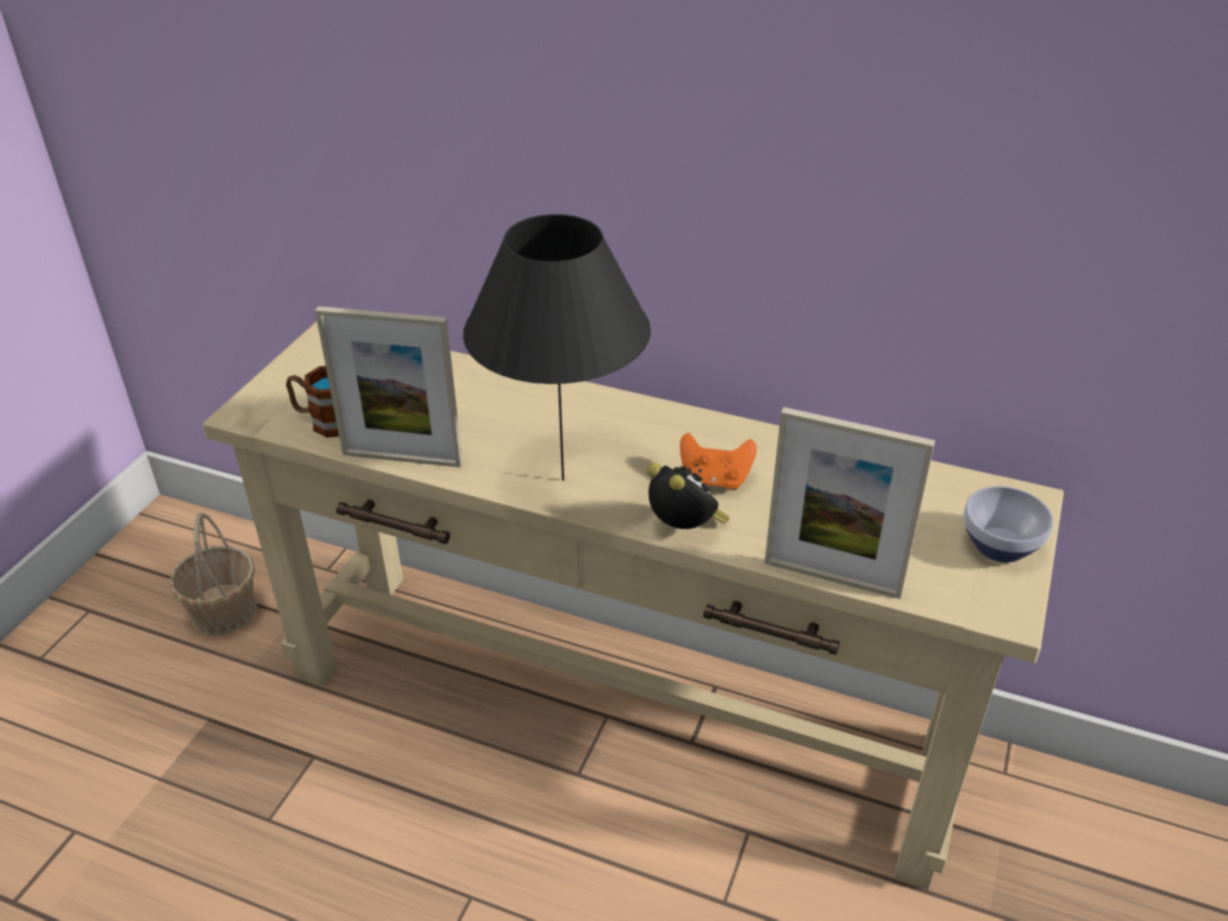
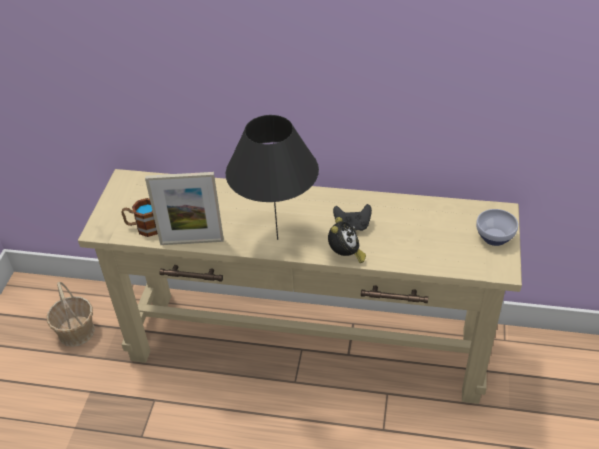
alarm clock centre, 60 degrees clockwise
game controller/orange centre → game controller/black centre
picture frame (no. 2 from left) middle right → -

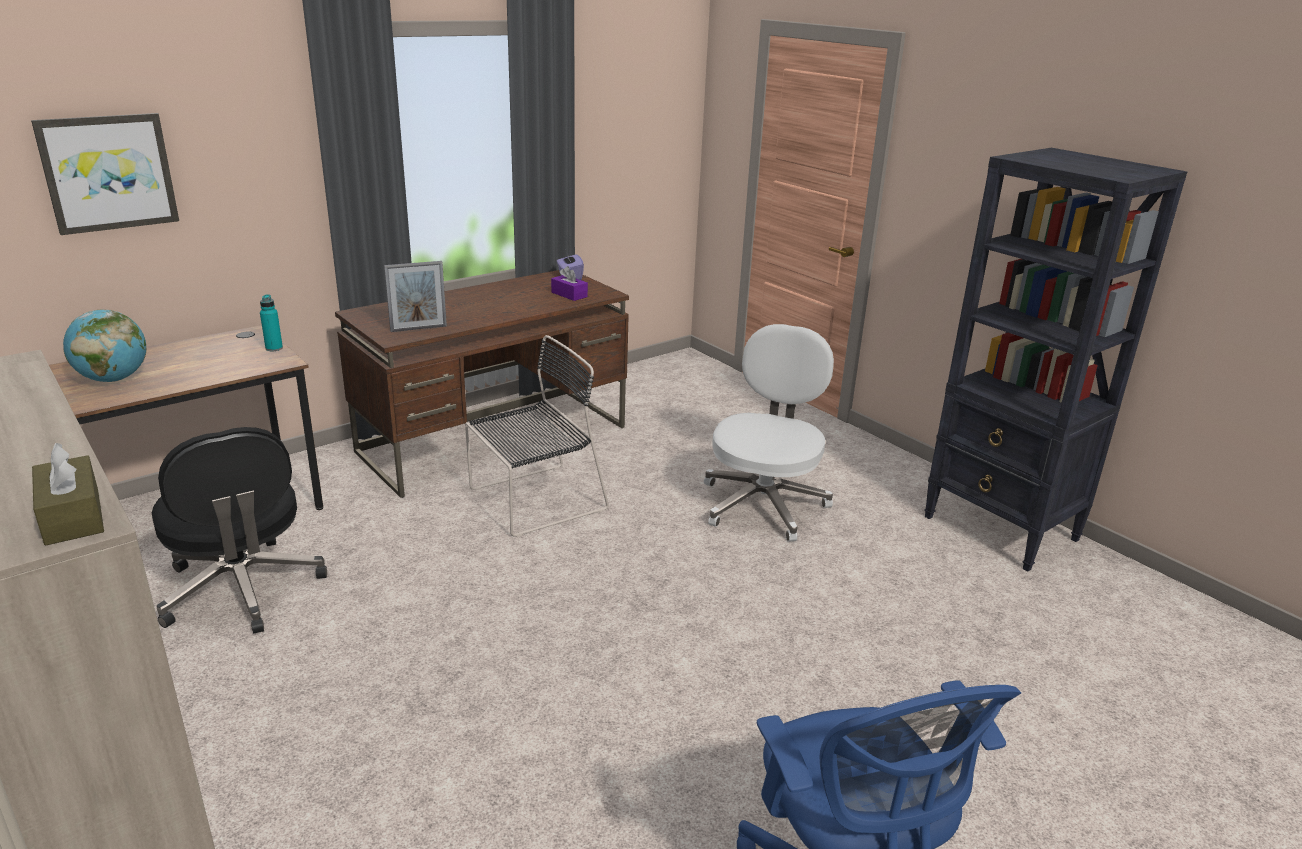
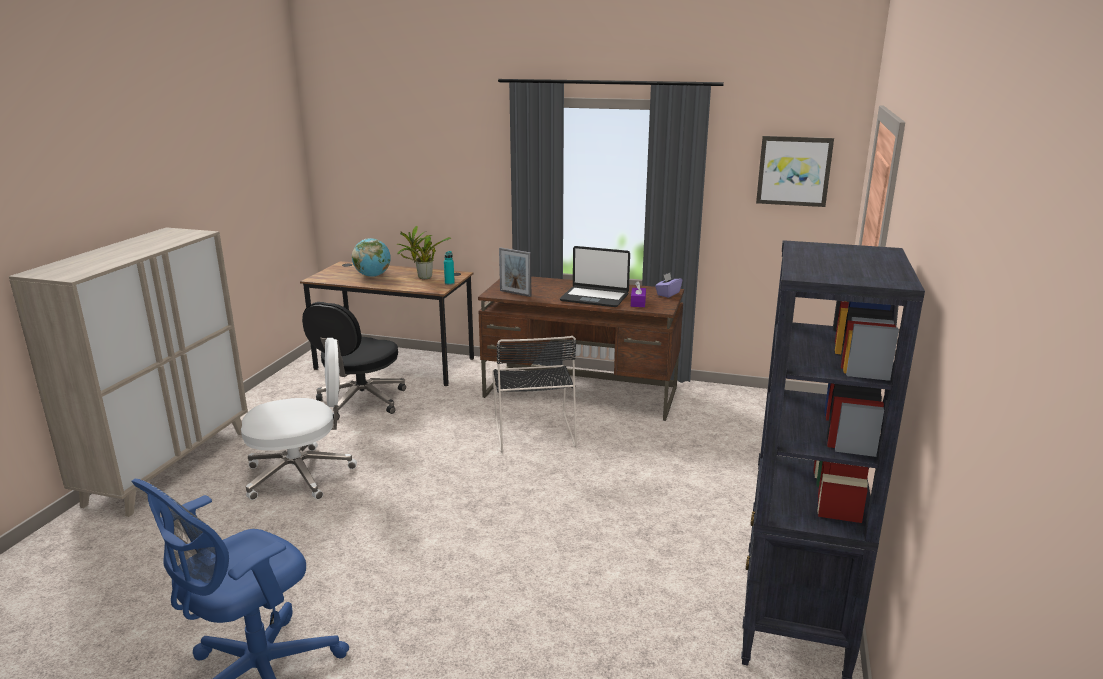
office chair/white centre → office chair/white middle left, relocated
- → potted plant centre
chair/black centre, 60 degrees clockwise
- → laptop centre
picture top left → picture top right, relocated
tissue box/brown middle left → -

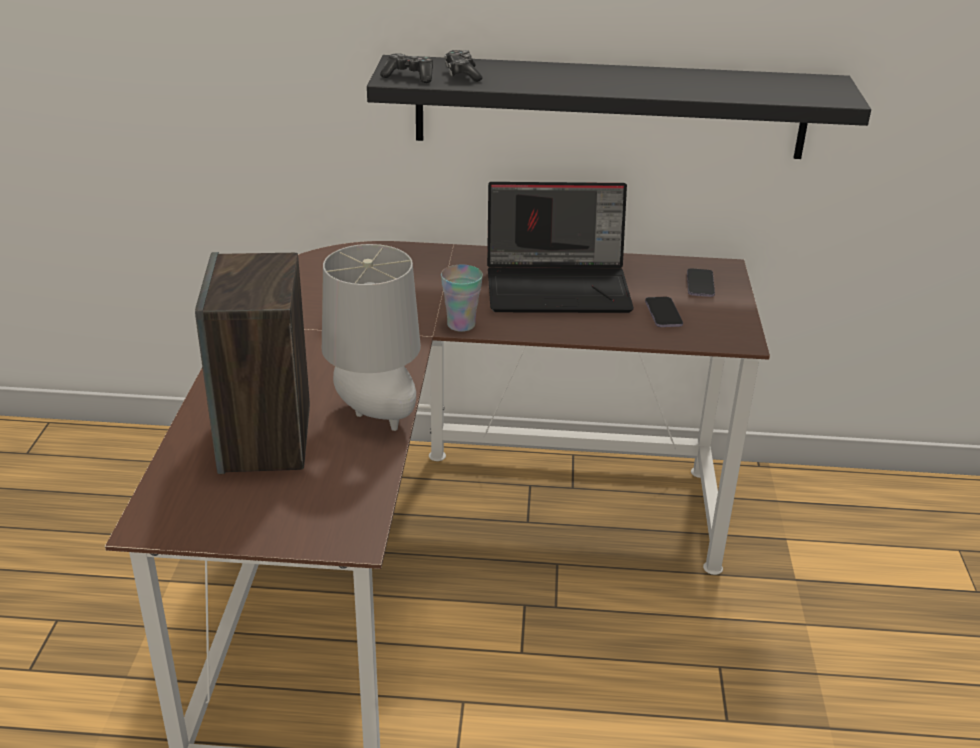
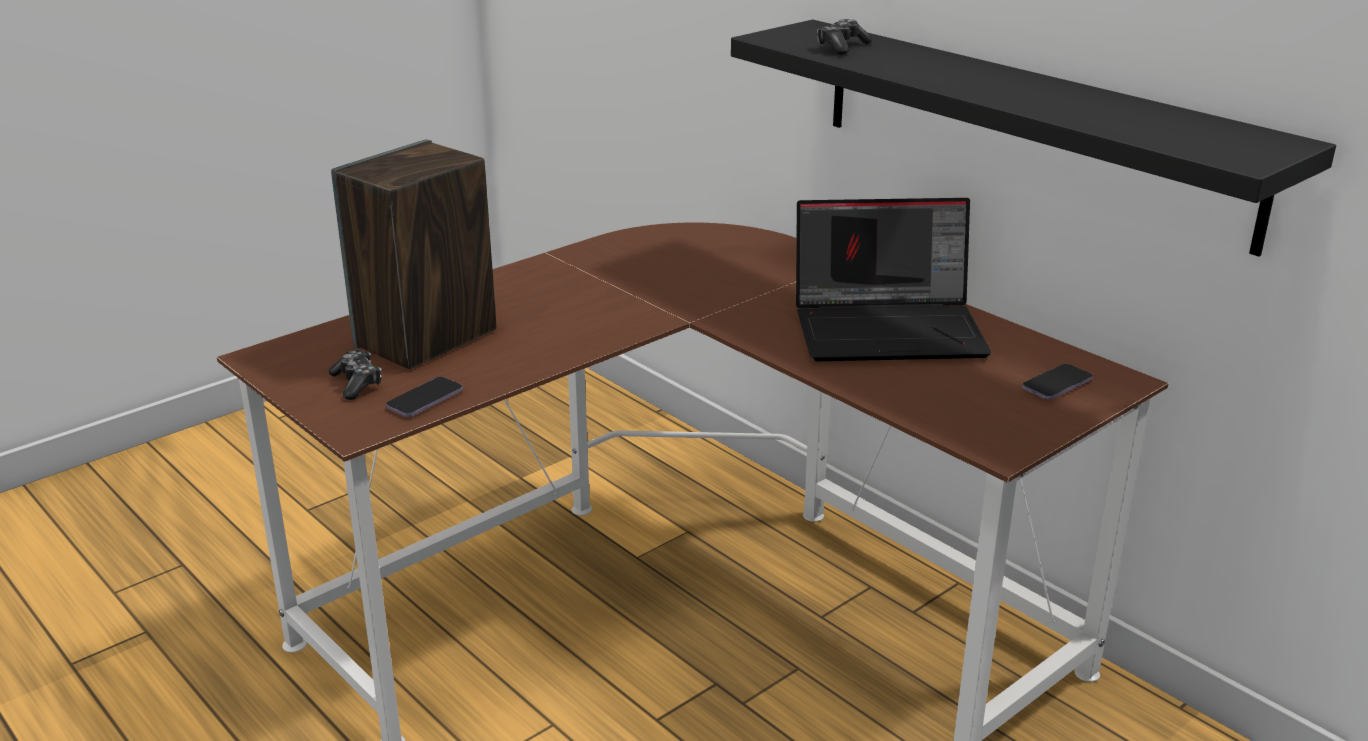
game controller (no. 1 from left) top centre → game controller (no. 1 from left) middle left, relocated
phone (no. 1 from left) middle right → phone (no. 1 from left) middle left, relocated
laptop top centre → laptop centre, 45 degrees counterclockwise
table lamp/grey centre → -
cup centre → -

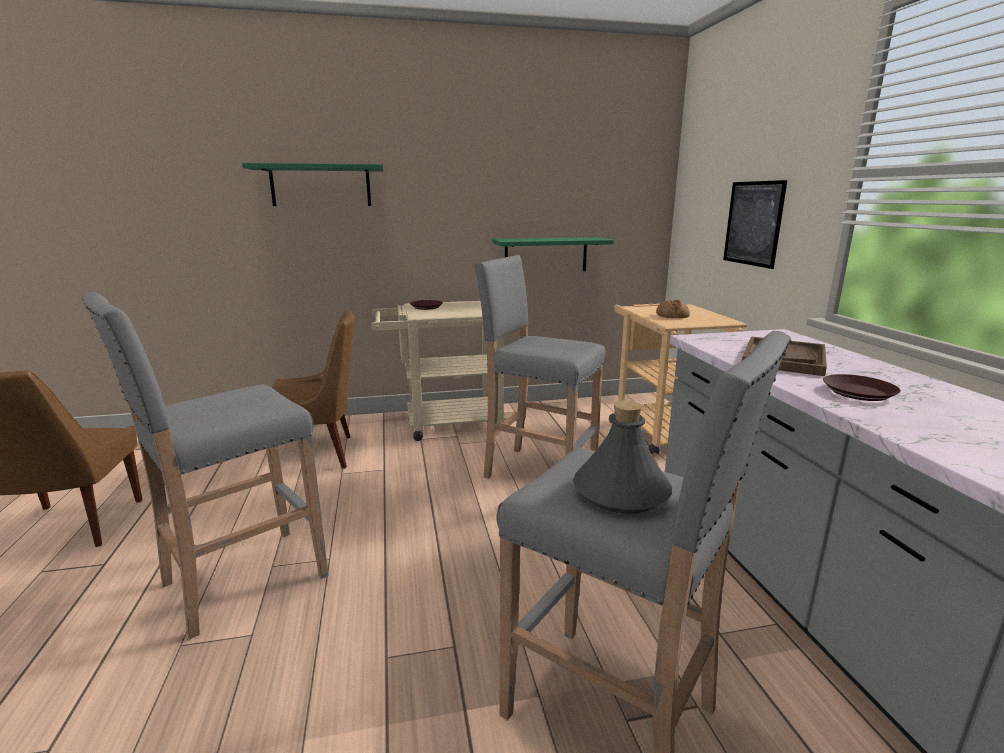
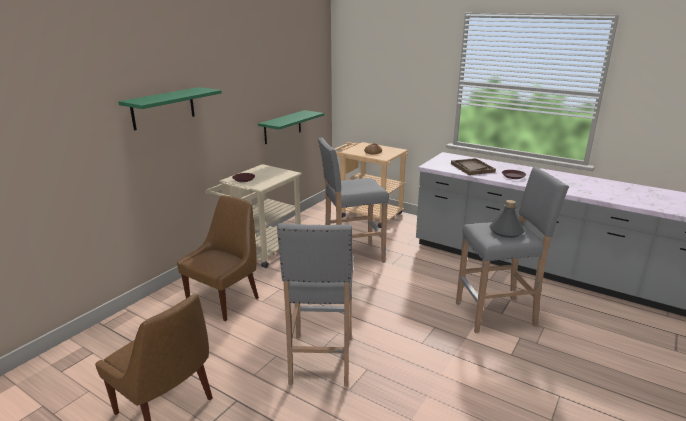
picture top right → -

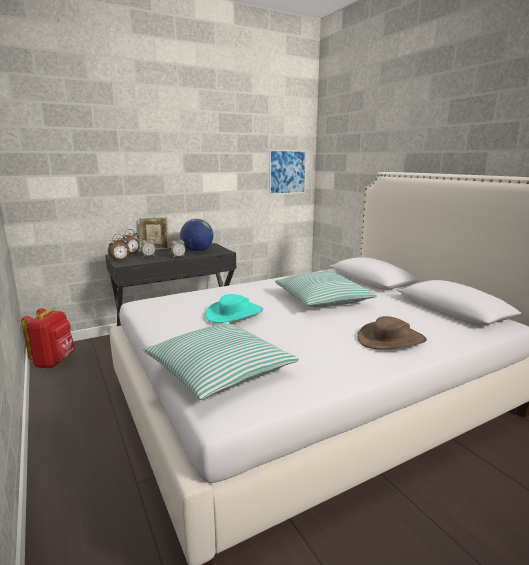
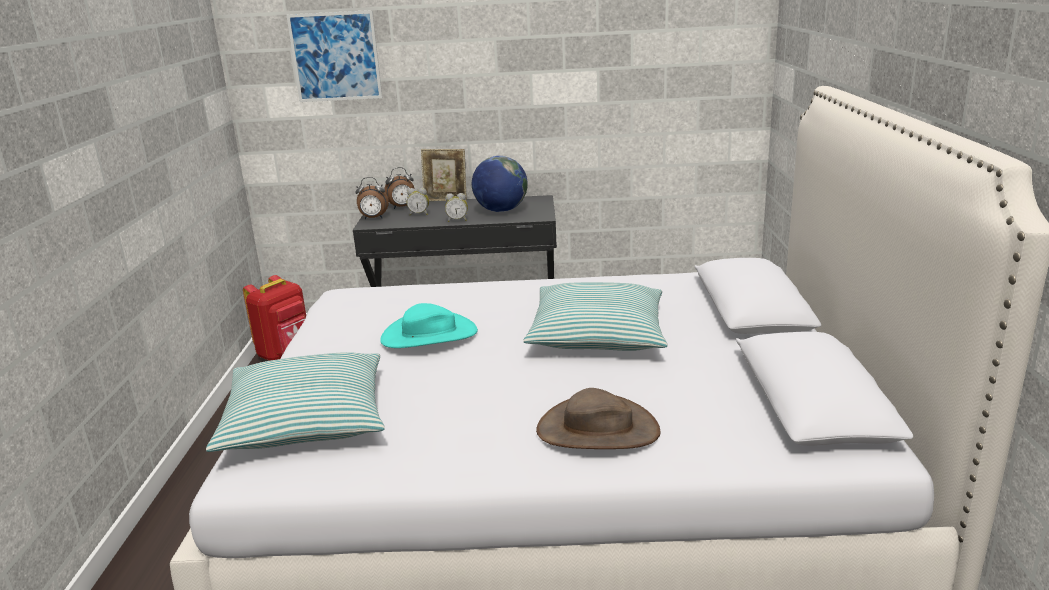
picture top centre → picture top left, relocated

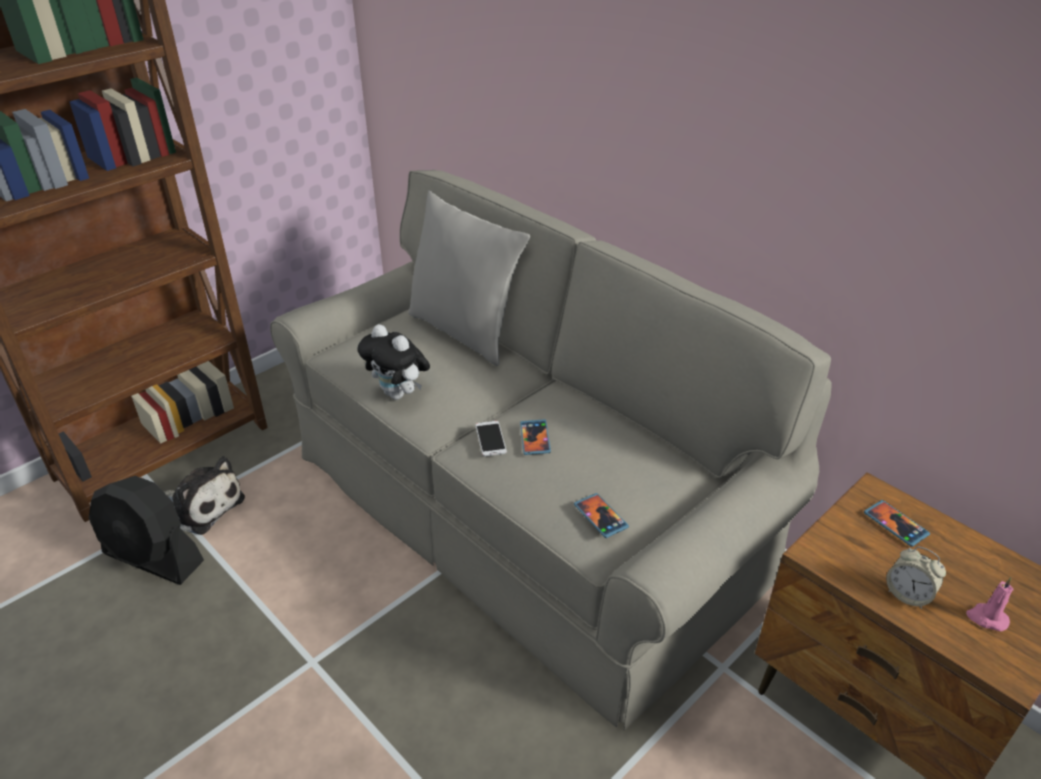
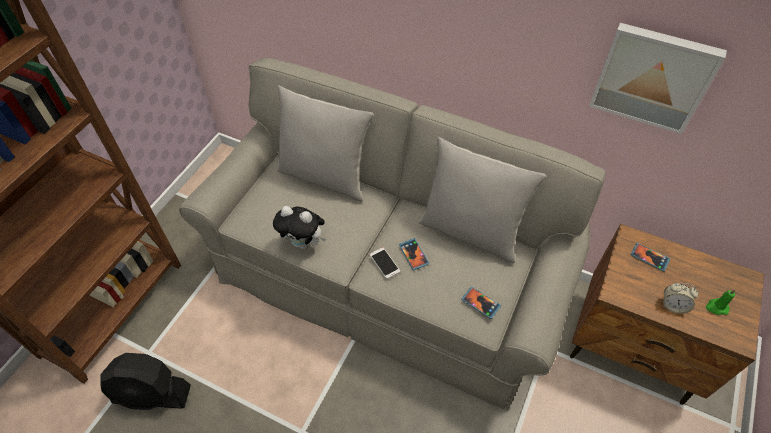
- → pillow/grey (no. 2 from left) centre
- → picture top right
candle/pink bottom right → candle/green bottom right
plush toy (no. 1 from left) middle left → -

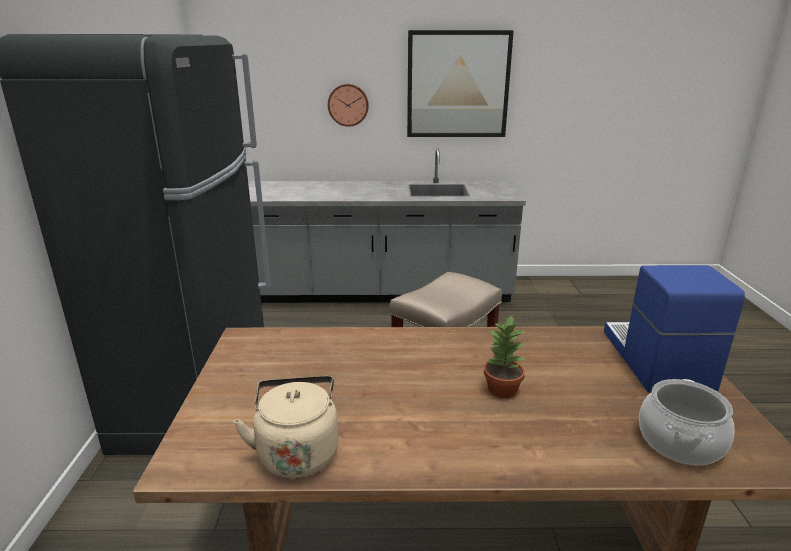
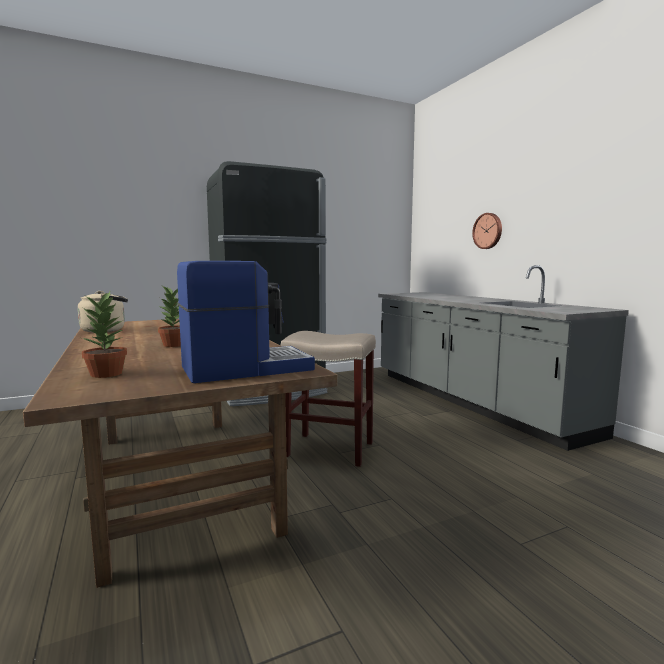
cooking pot bottom right → potted plant (no. 1 from left) middle left
picture top centre → -

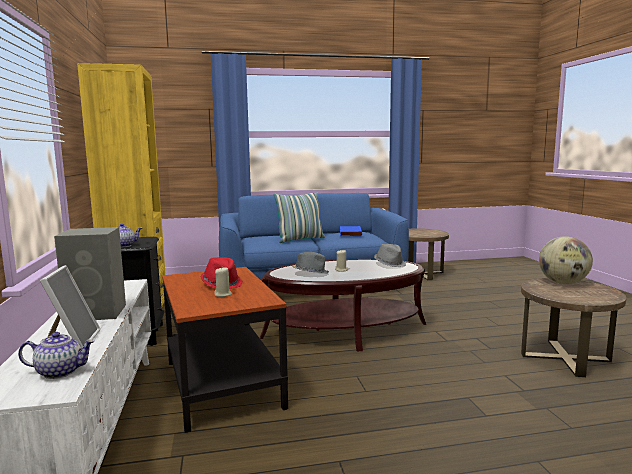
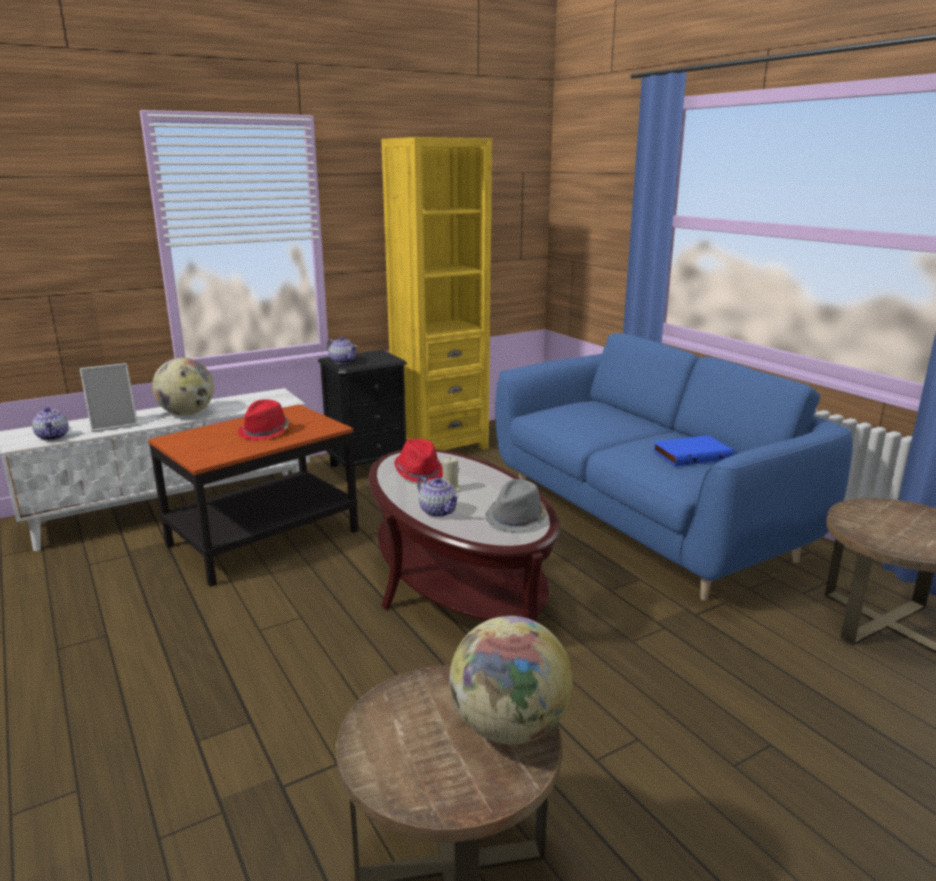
speaker/grey middle left → globe (no. 1 from left) middle left
hat/grey (no. 1 from left) centre → hat/red (no. 2 from left) centre
- → teapot (no. 3 from left) centre
candle/beige (no. 1 from left) centre → -
pillow centre → -

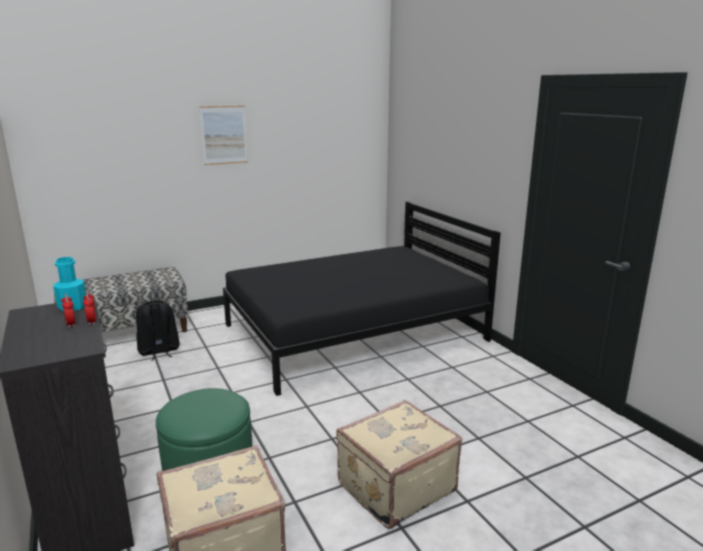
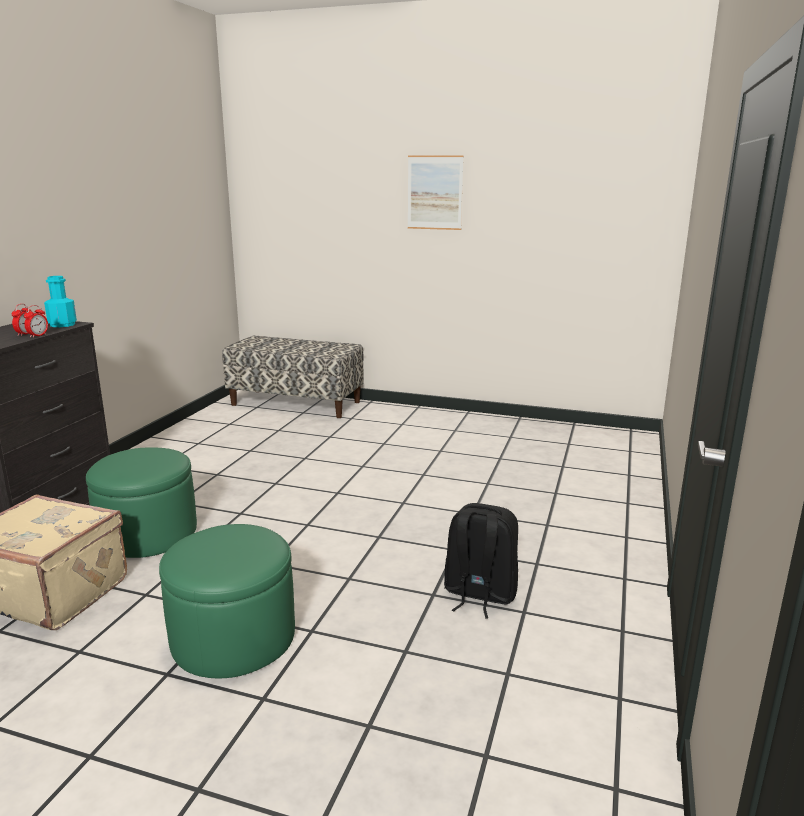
suitcase/beige (no. 2 from left) bottom centre → ottoman/green (no. 2 from left) bottom left
backpack/black middle left → backpack/black bottom centre, relocated
bed/black centre → -

